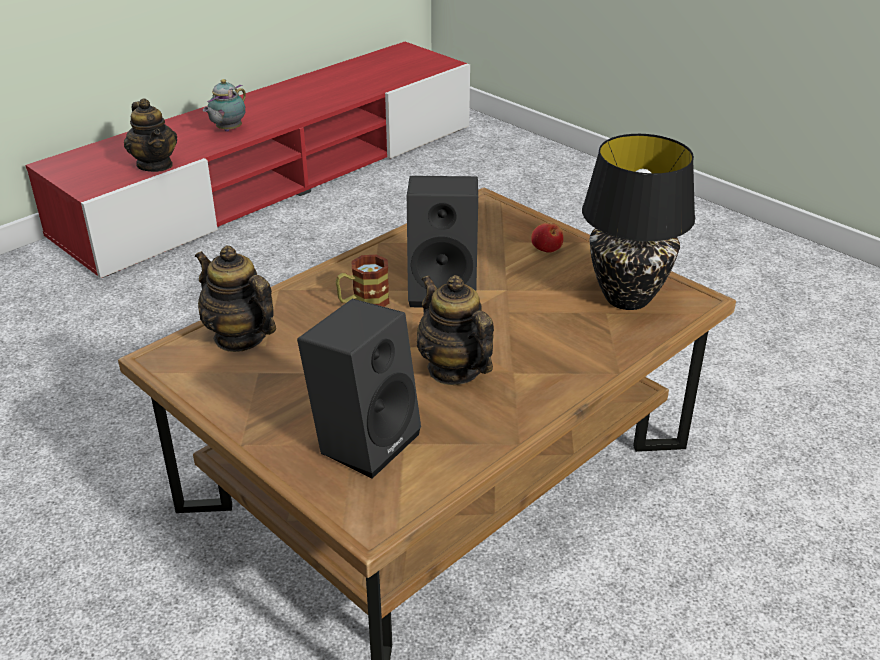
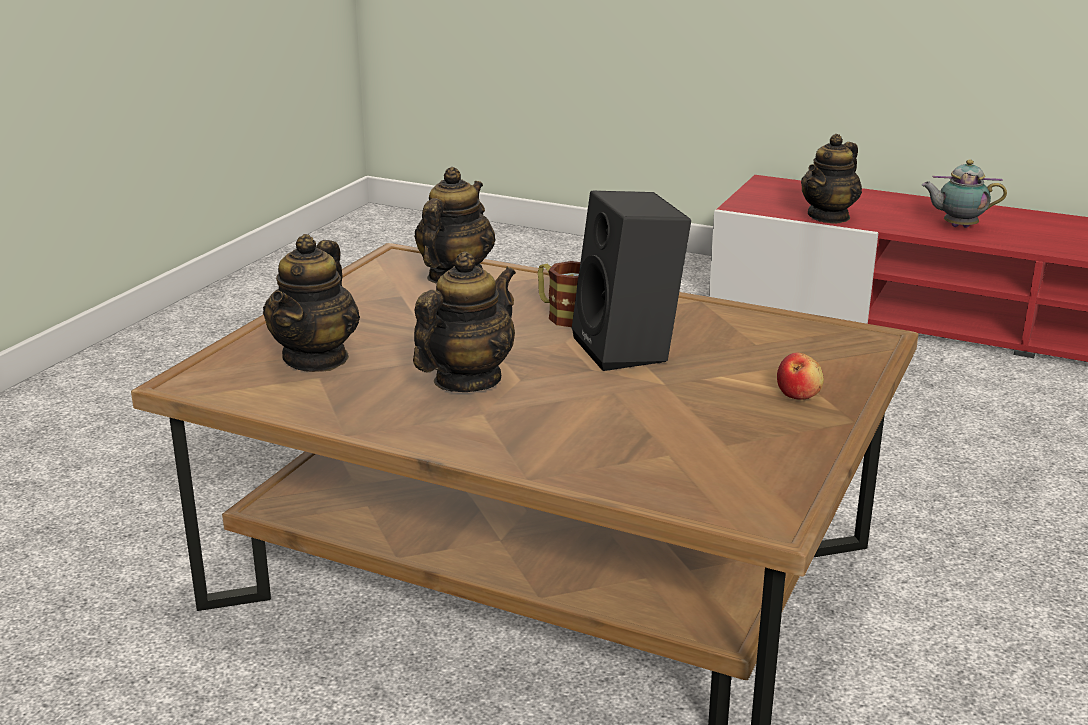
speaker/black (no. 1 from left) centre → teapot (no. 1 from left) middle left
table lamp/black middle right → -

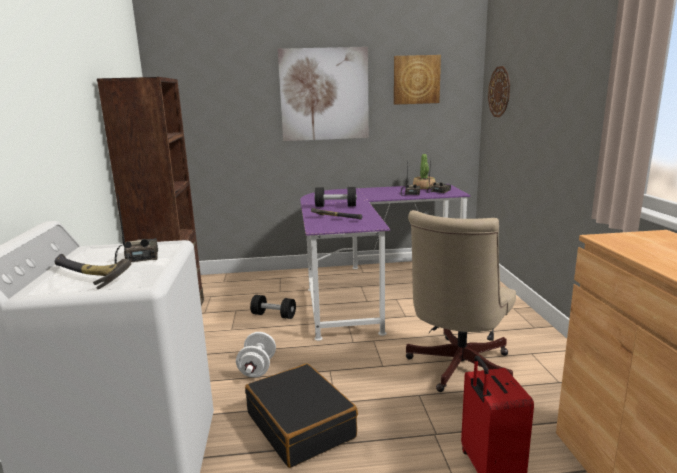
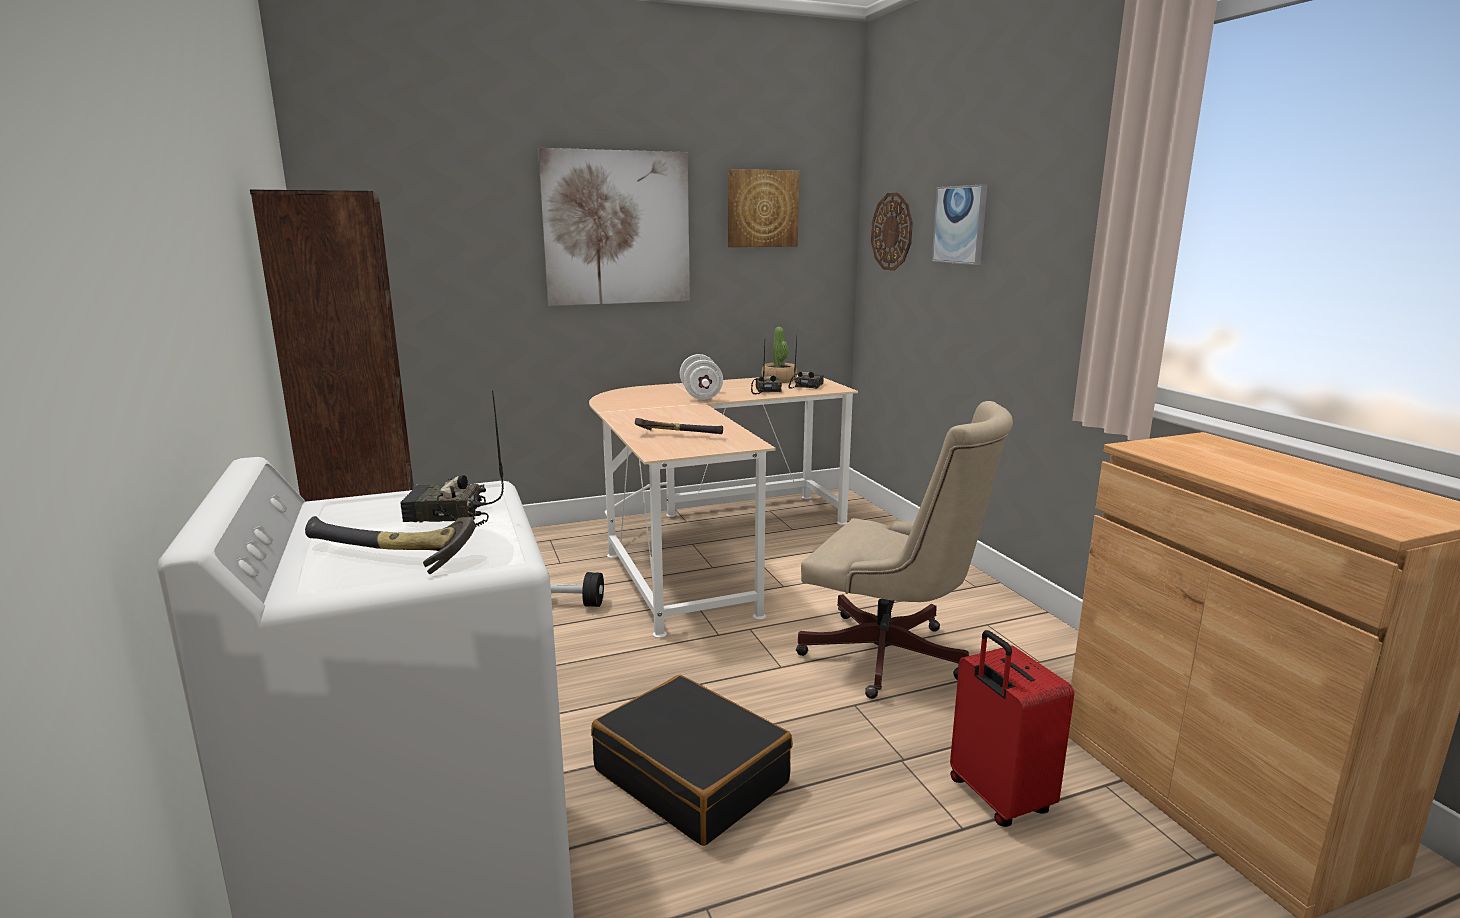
radio (no. 1 from left) middle left, 60 degrees counterclockwise
desk/purple centre → desk/beige centre
dumbbell/white bottom centre → dumbbell/white centre, relocated
office chair/beige middle right → office chair/beige centre, 75 degrees counterclockwise
- → picture (no. 3 from left) top centre
dumbbell/black (no. 2 from left) centre → -

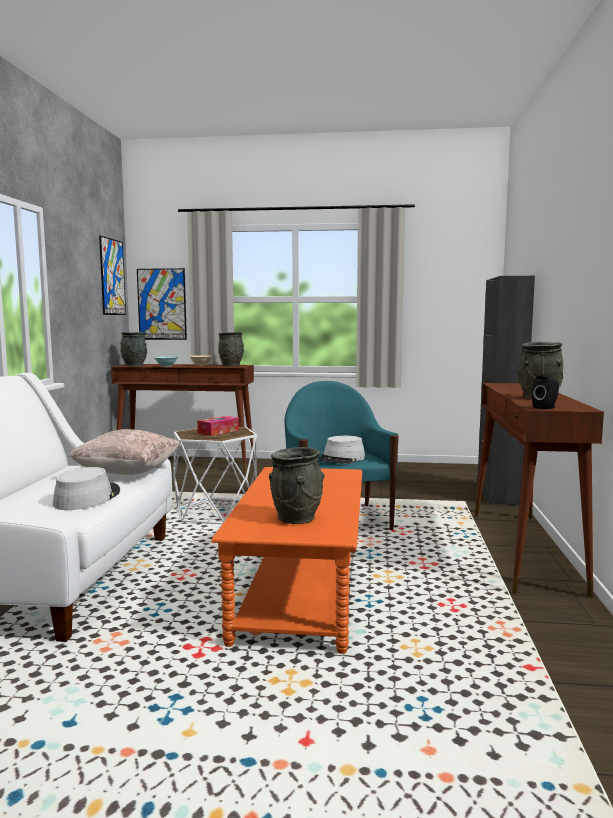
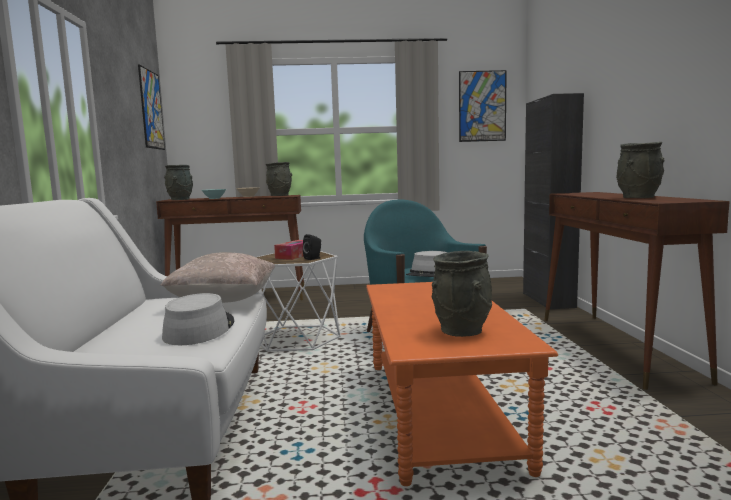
speaker/black middle right → speaker/black centre, relocated
picture (no. 2 from left) middle left → picture (no. 2 from left) top centre, relocated

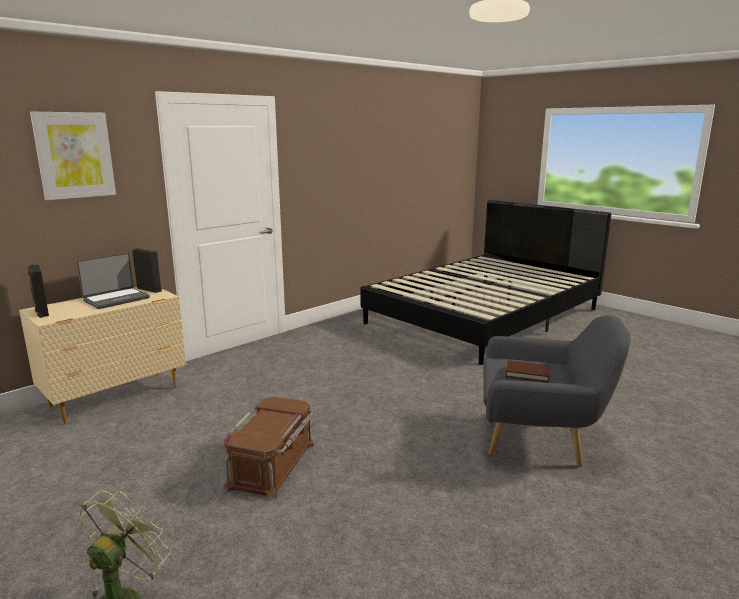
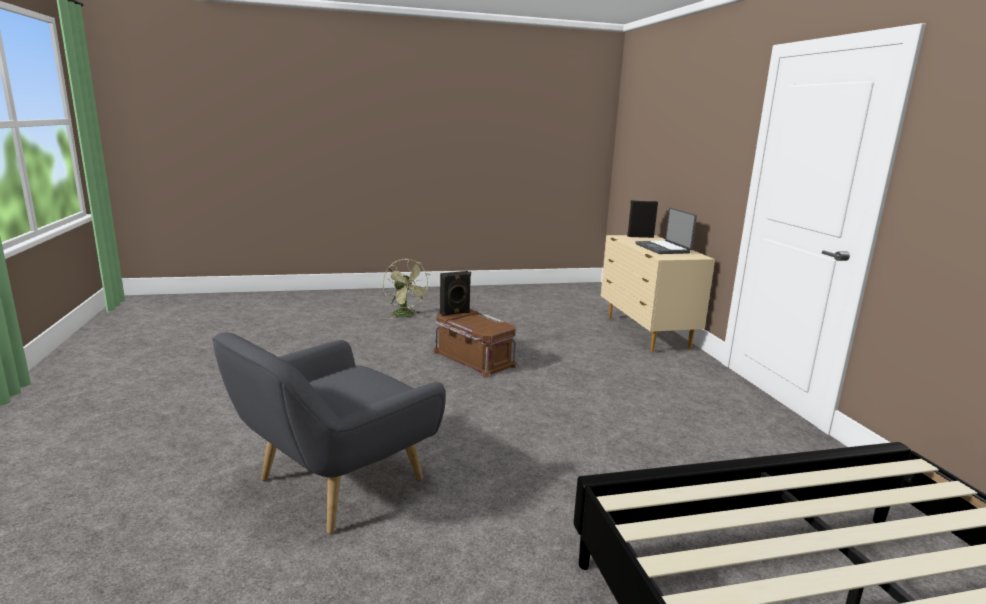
speaker/black (no. 2 from left in the first image) middle left → speaker/black (no. 1 from left) centre, relocated
picture top left → -
book/brown middle right → -

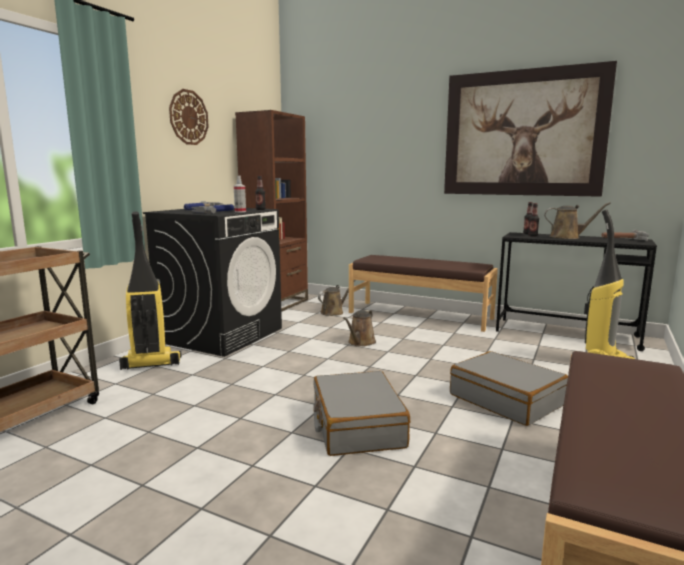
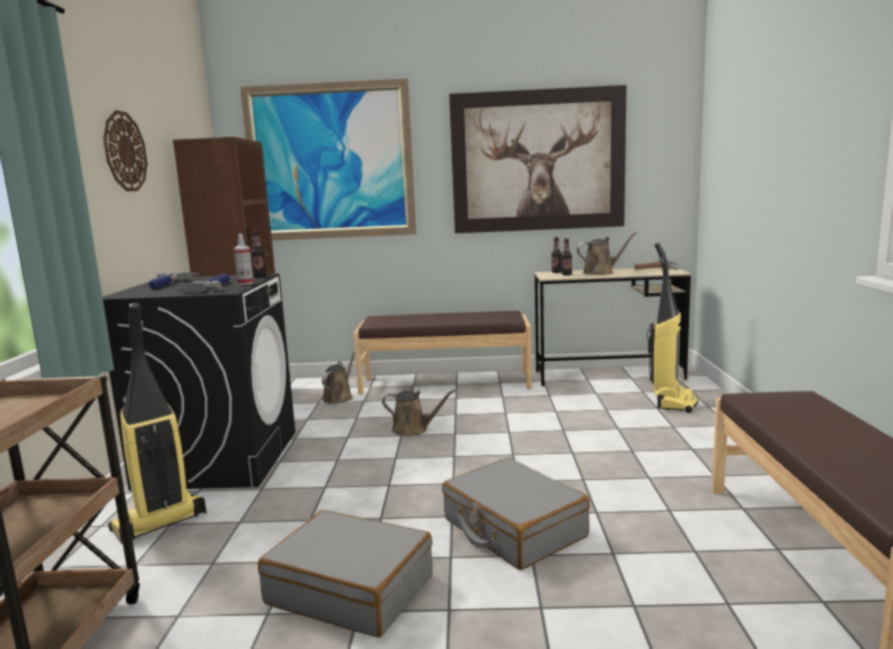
- → picture (no. 1 from left) top centre
suitcase/grey (no. 2 from left in the first image) bottom right → suitcase/grey (no. 1 from left) bottom centre, relocated
watering can/brown (no. 2 from left) centre, 75 degrees counterclockwise
desk/black middle right → desk/beige middle right

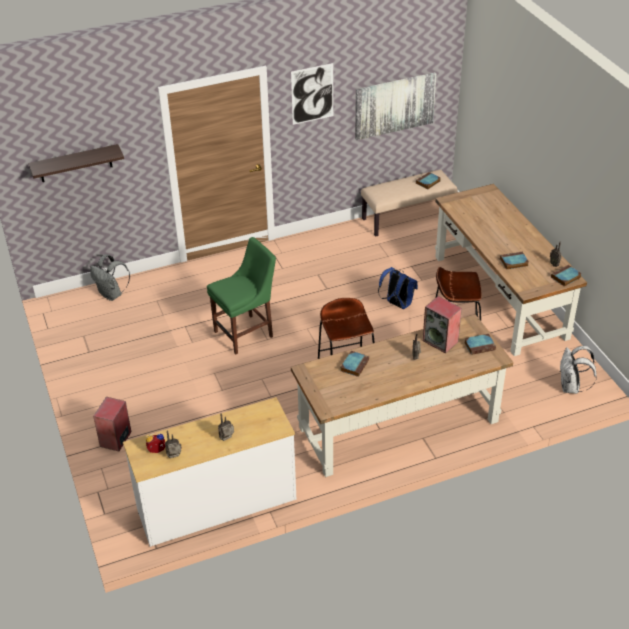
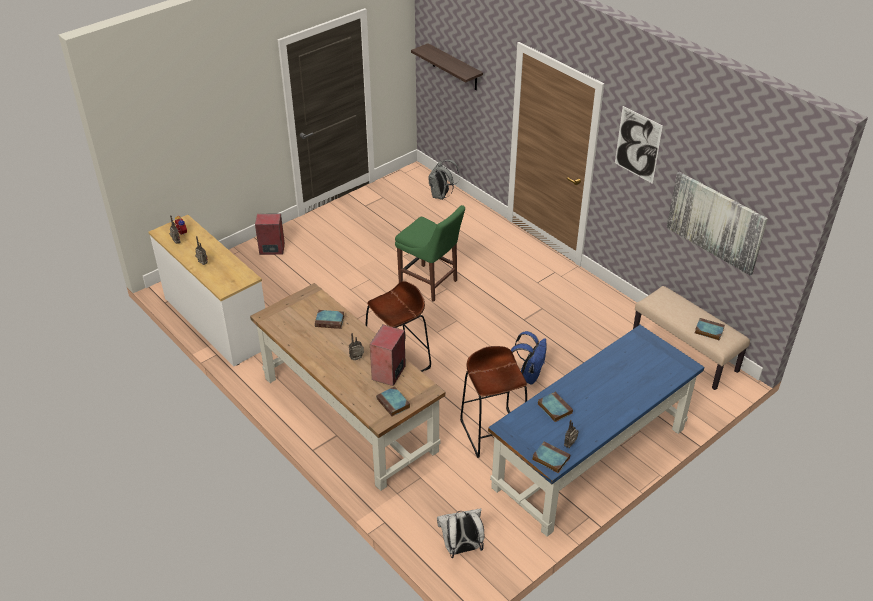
desk/brown (no. 2 from left) middle right → desk/blue bottom right

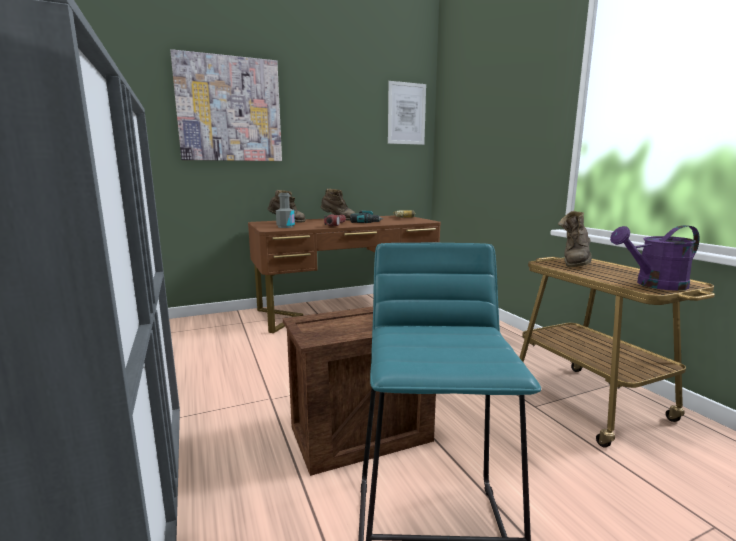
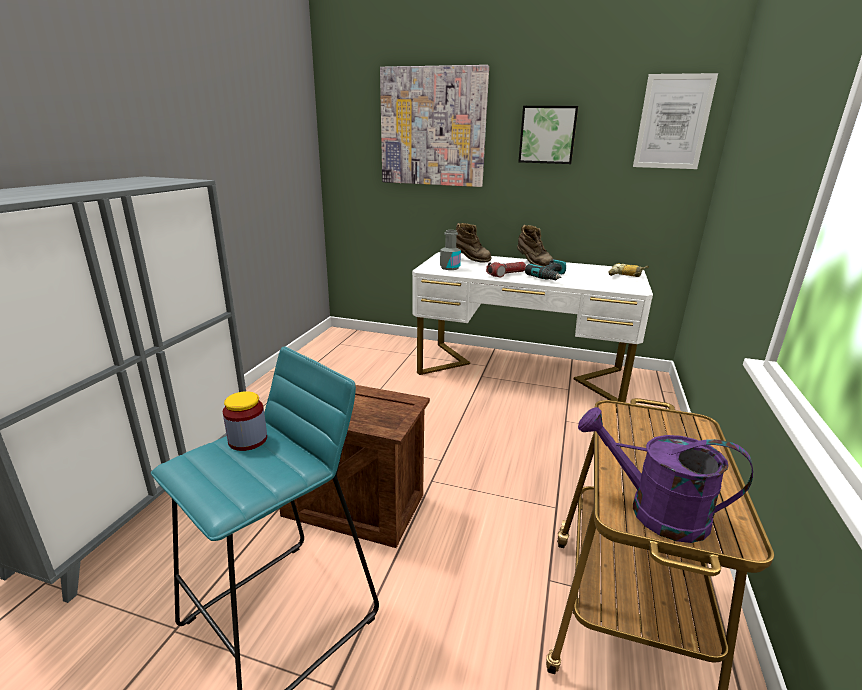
- → jar middle left
desk/brown centre → desk/white centre
- → picture (no. 2 from left) top centre
boot/brown (no. 3 from left) middle right → -

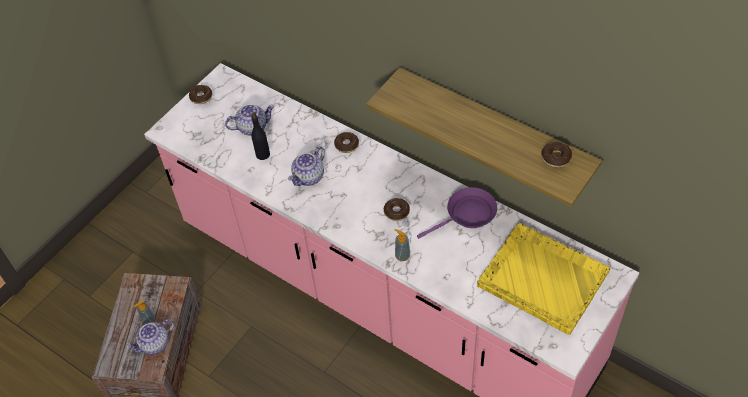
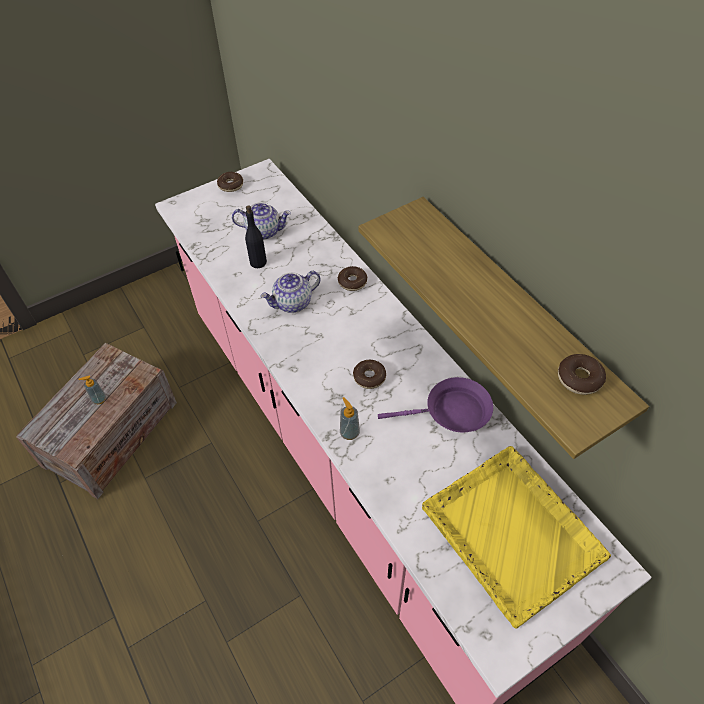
teapot (no. 1 from left) bottom left → -

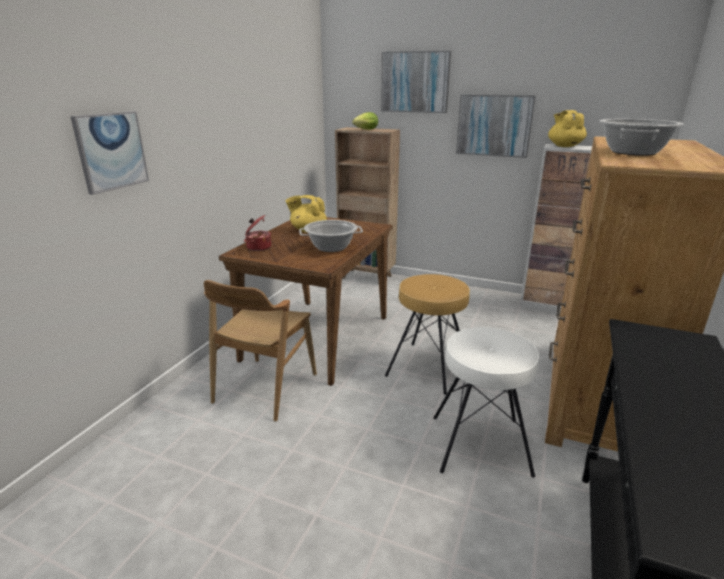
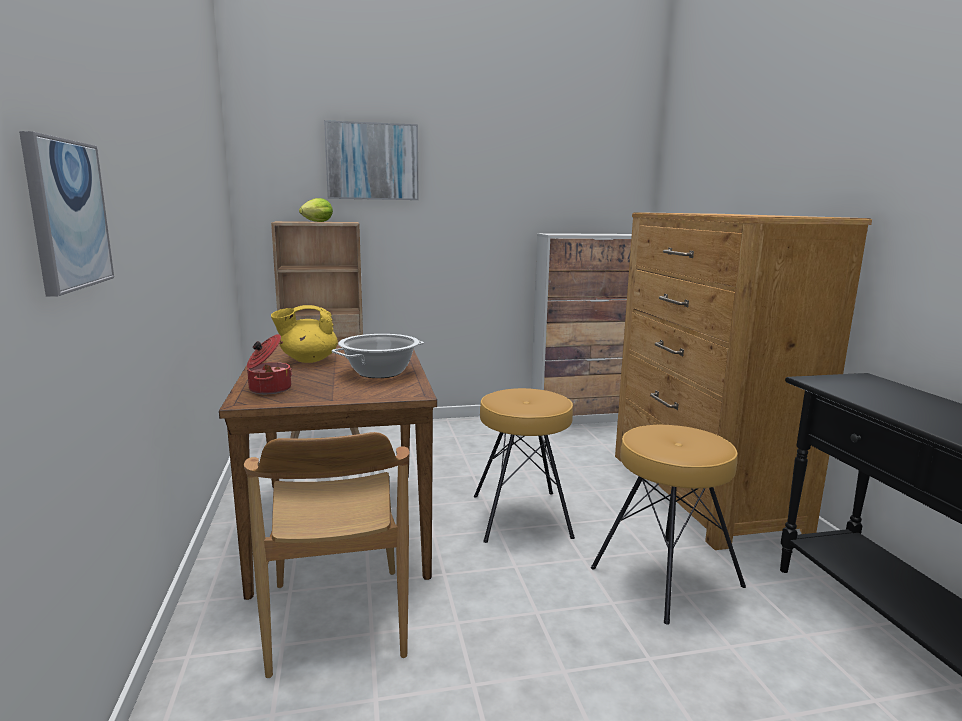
stool/white bottom right → stool/brown (no. 2 from left) bottom right
picture (no. 3 from left) top right → -
teapot/yellow (no. 2 from left) top right → -
cooking pot (no. 3 from left) top right → -

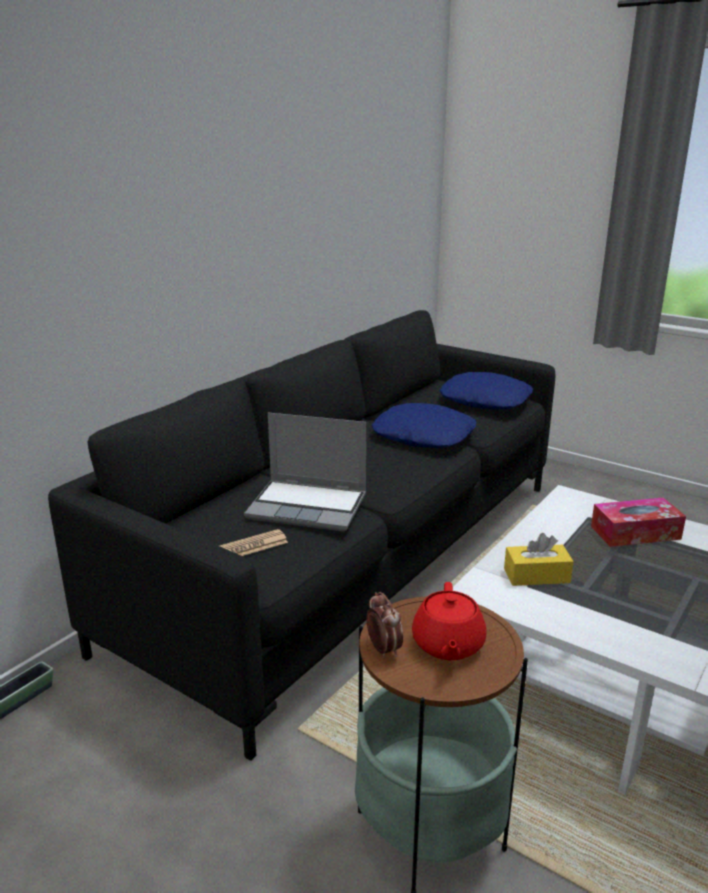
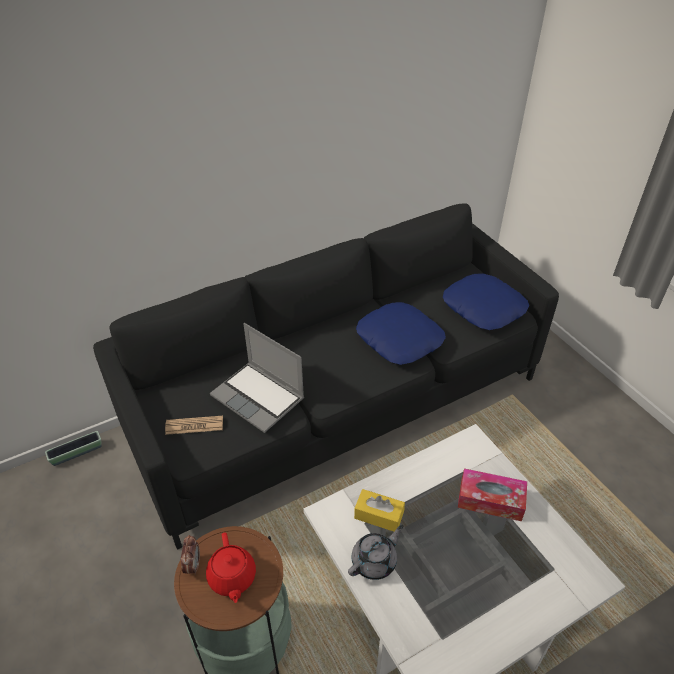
teapot/red bottom centre, 45 degrees counterclockwise
- → teapot/grey bottom centre

